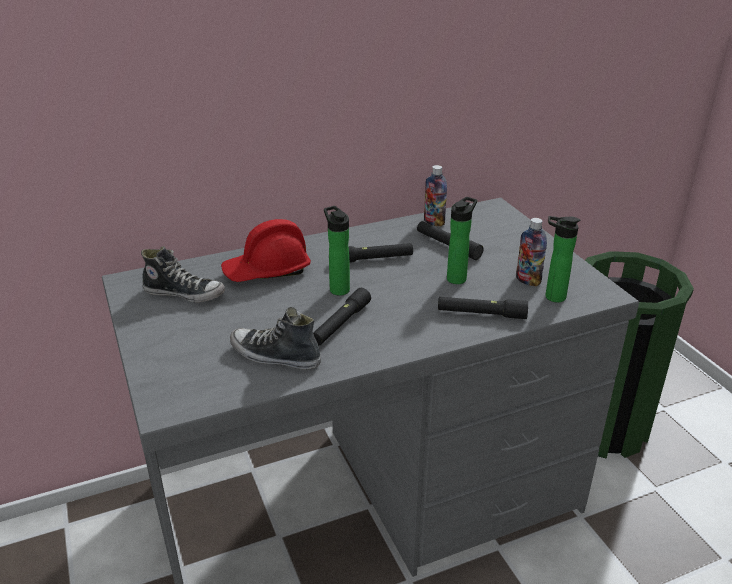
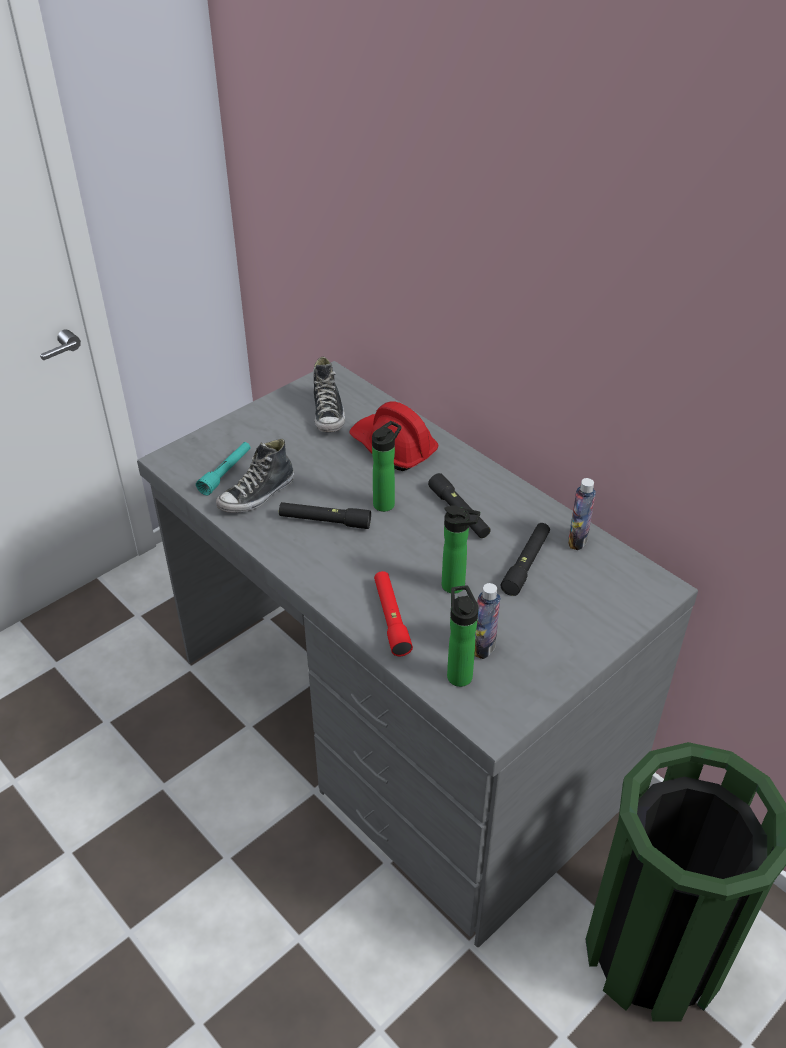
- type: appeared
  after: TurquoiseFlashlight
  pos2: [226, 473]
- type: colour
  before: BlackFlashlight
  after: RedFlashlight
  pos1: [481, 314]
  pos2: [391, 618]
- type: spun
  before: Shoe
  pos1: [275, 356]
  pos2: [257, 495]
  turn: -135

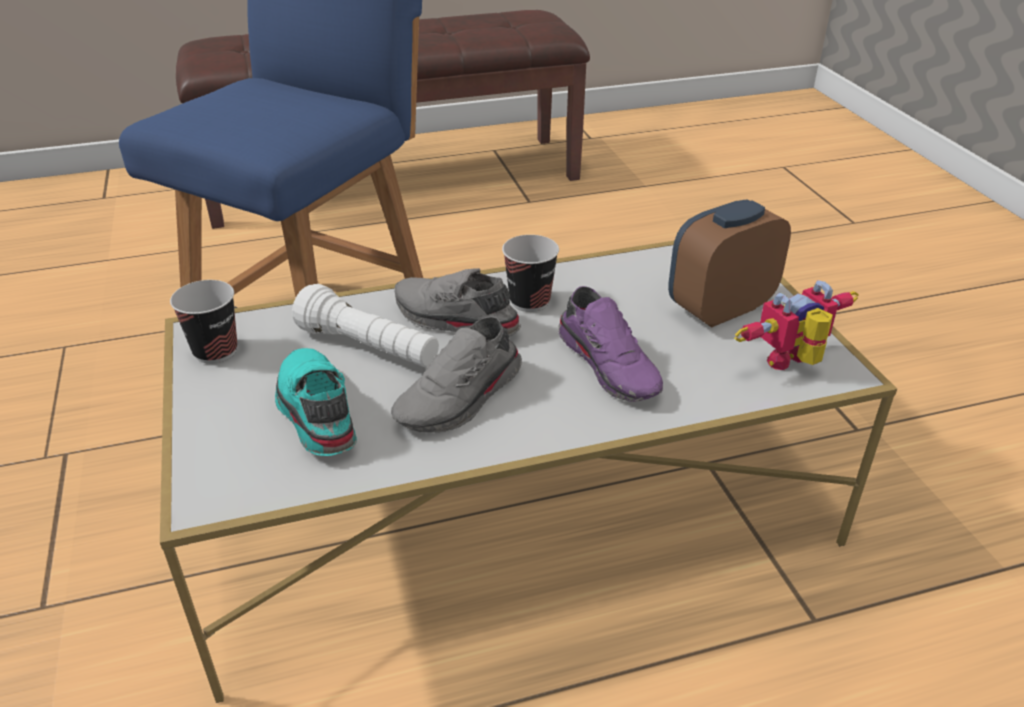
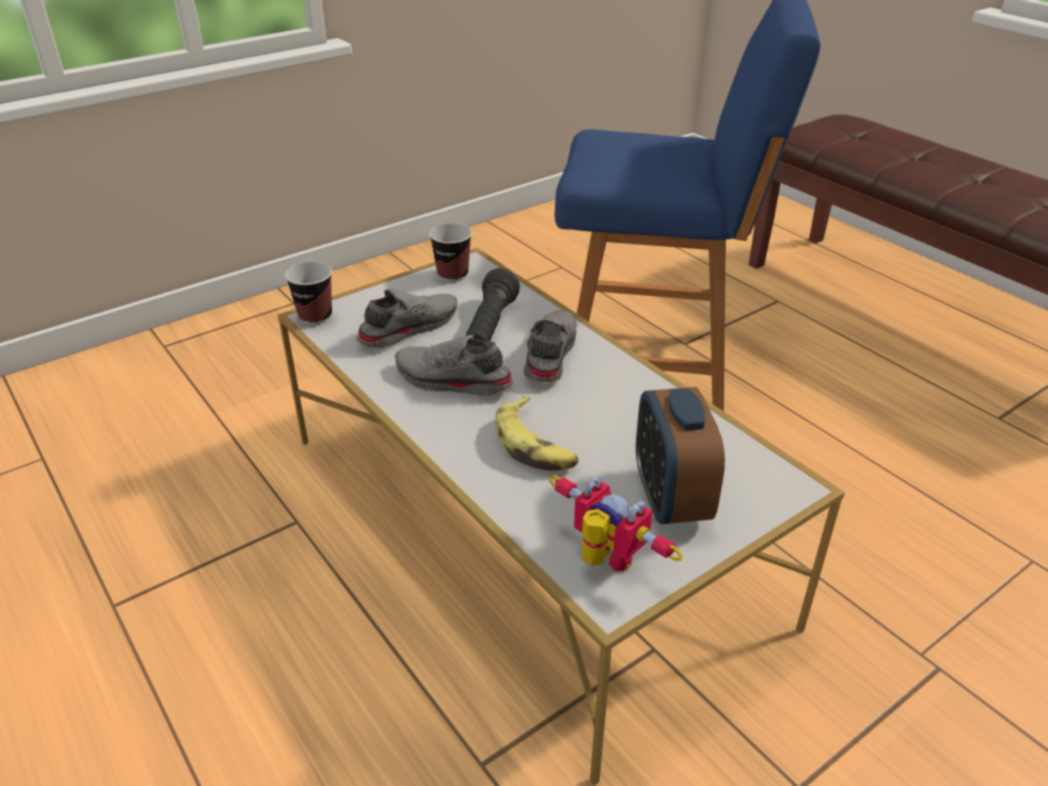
- type: relocated
  before: Cup
  pos1: [529, 301]
  pos2: [315, 316]
- type: exchanged
  before: PurpleShoe
  after: Banana
  pos1: [611, 365]
  pos2: [535, 445]
- type: colour
  before: TurquoiseShoe
  after: GreyShoe
  pos1: [314, 413]
  pos2: [407, 328]
- type: colour
  before: WhiteFlashlight
  after: BlackFlashlight
  pos1: [369, 348]
  pos2: [490, 328]
- type: spun
  before: AlarmClock
  pos1: [720, 308]
  pos2: [670, 499]
  turn: -135

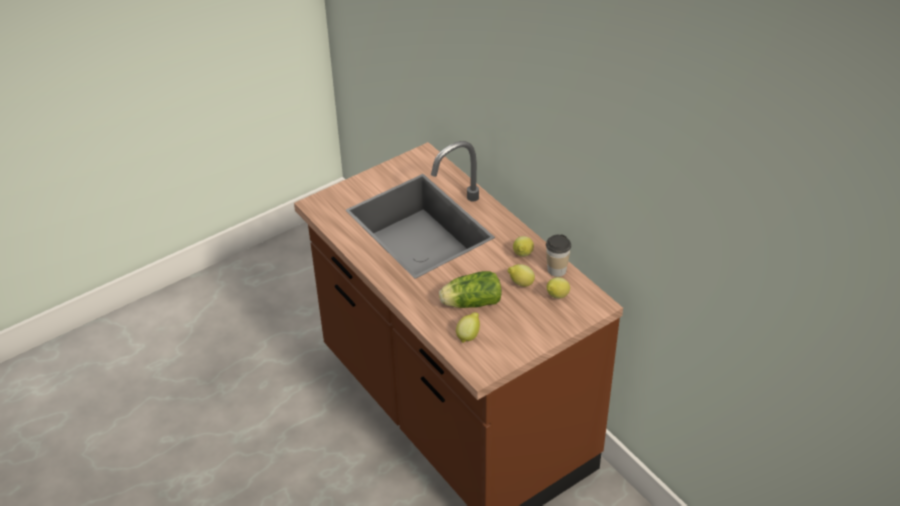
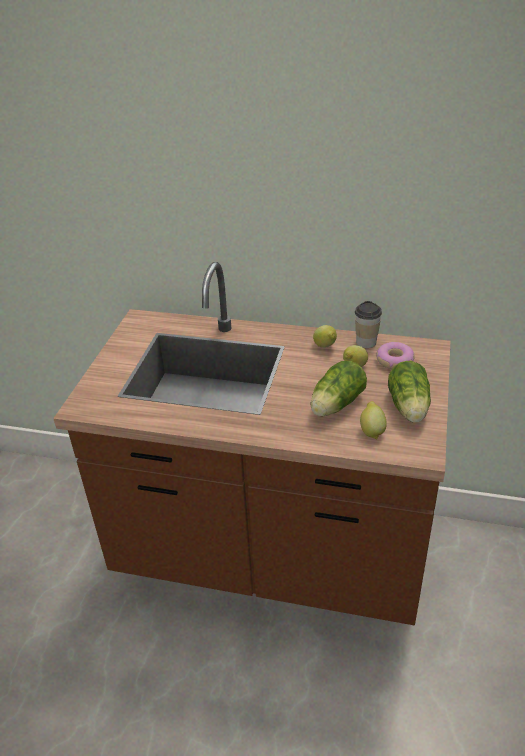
- type: appeared
  after: Lettuce
  pos2: [409, 408]
- type: exchanged
  before: Lemon
  after: Donut
  pos1: [556, 297]
  pos2: [394, 360]

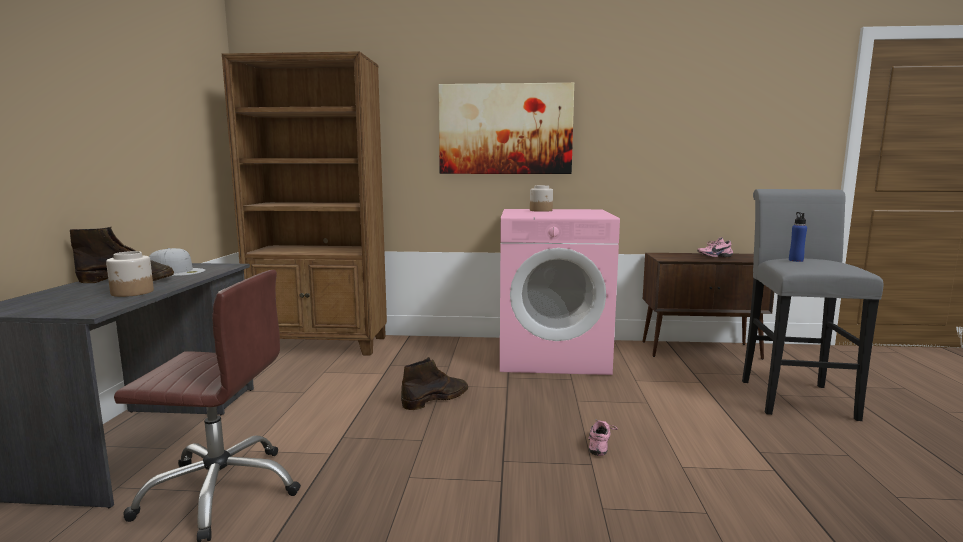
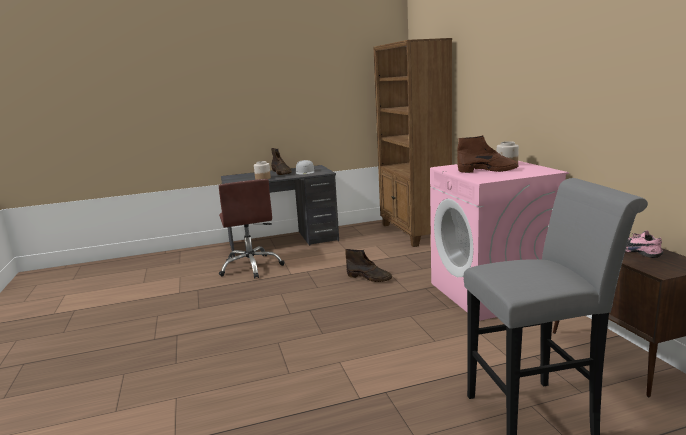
- type: missing
  before: Picture
  pos1: [505, 129]
- type: missing
  before: PinkShoe
  pos1: [601, 444]
- type: missing
  before: BlueBottle
  pos1: [795, 260]
- type: appeared
  after: BrownBoot
  pos2: [488, 170]

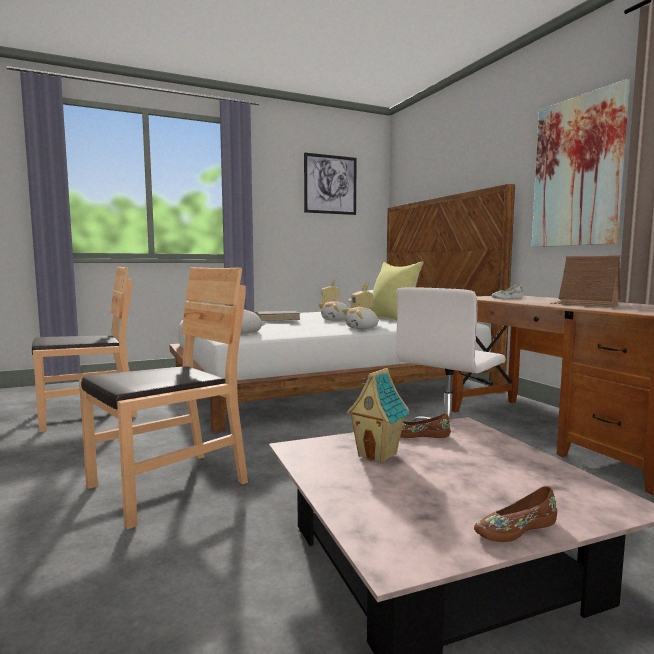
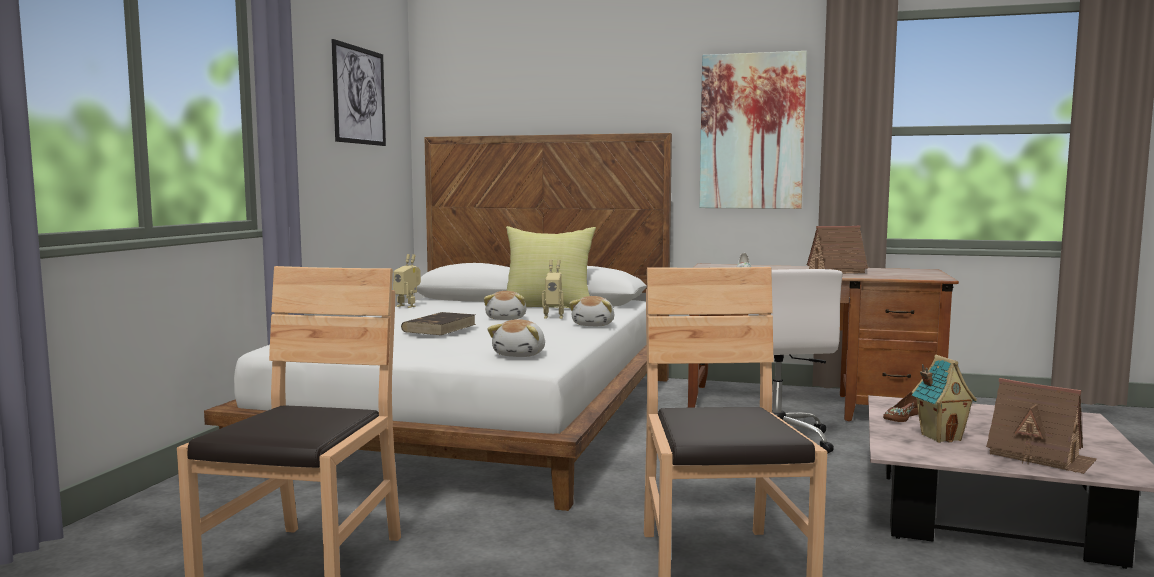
- type: missing
  before: BrownShoe
  pos1: [514, 528]
- type: appeared
  after: ToyHouse
  pos2: [1040, 456]

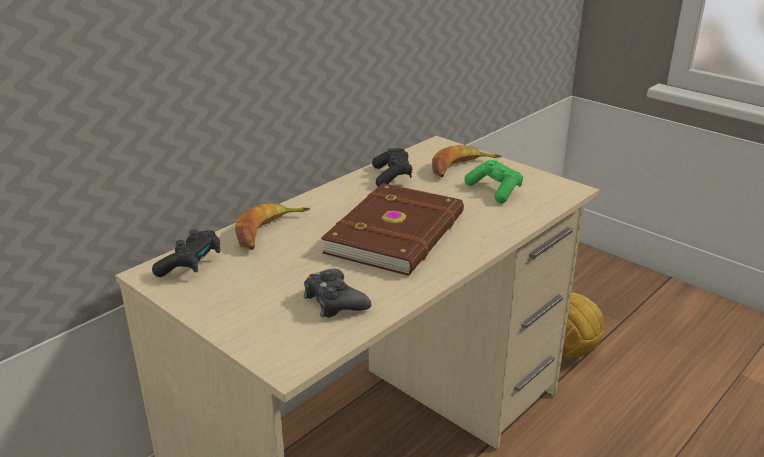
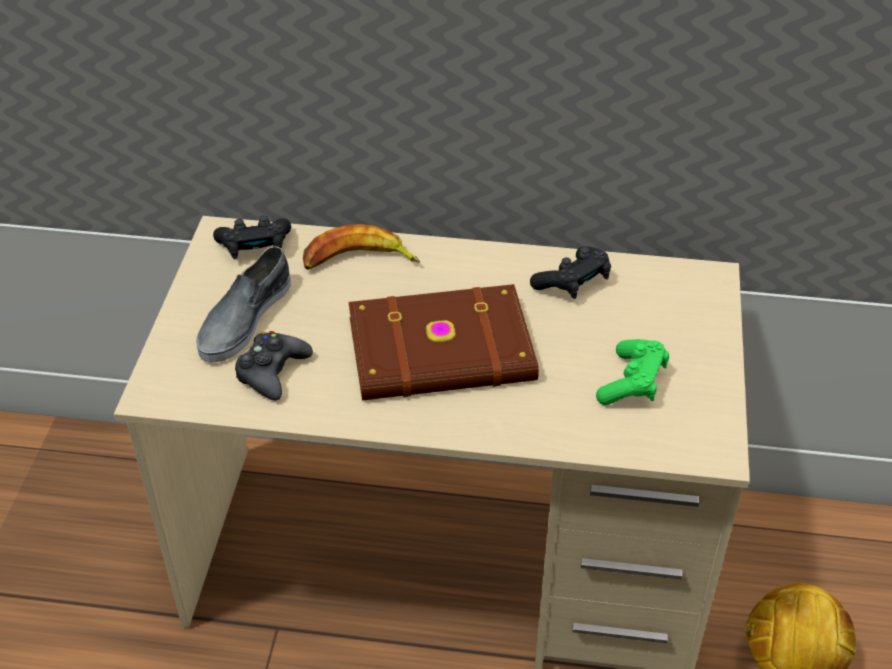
- type: missing
  before: Banana
  pos1: [461, 168]
- type: appeared
  after: GreyShoe
  pos2: [244, 318]

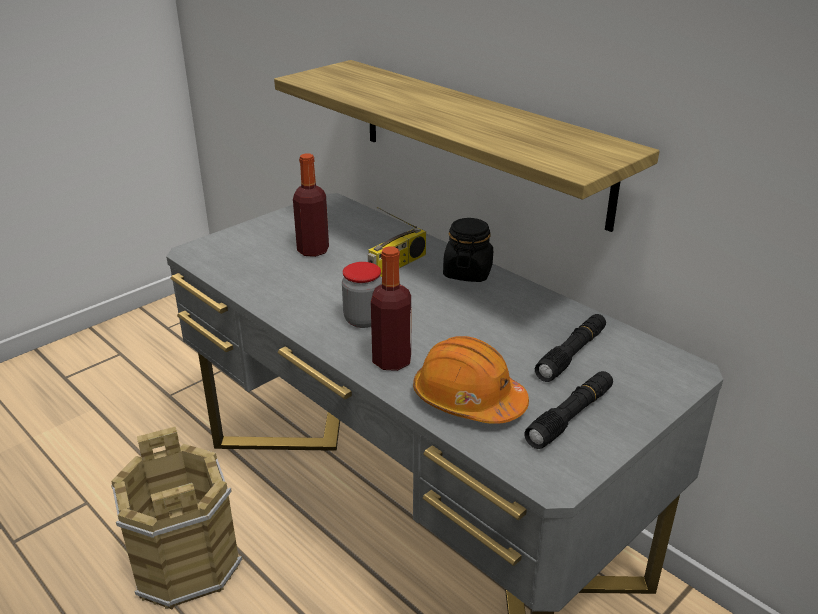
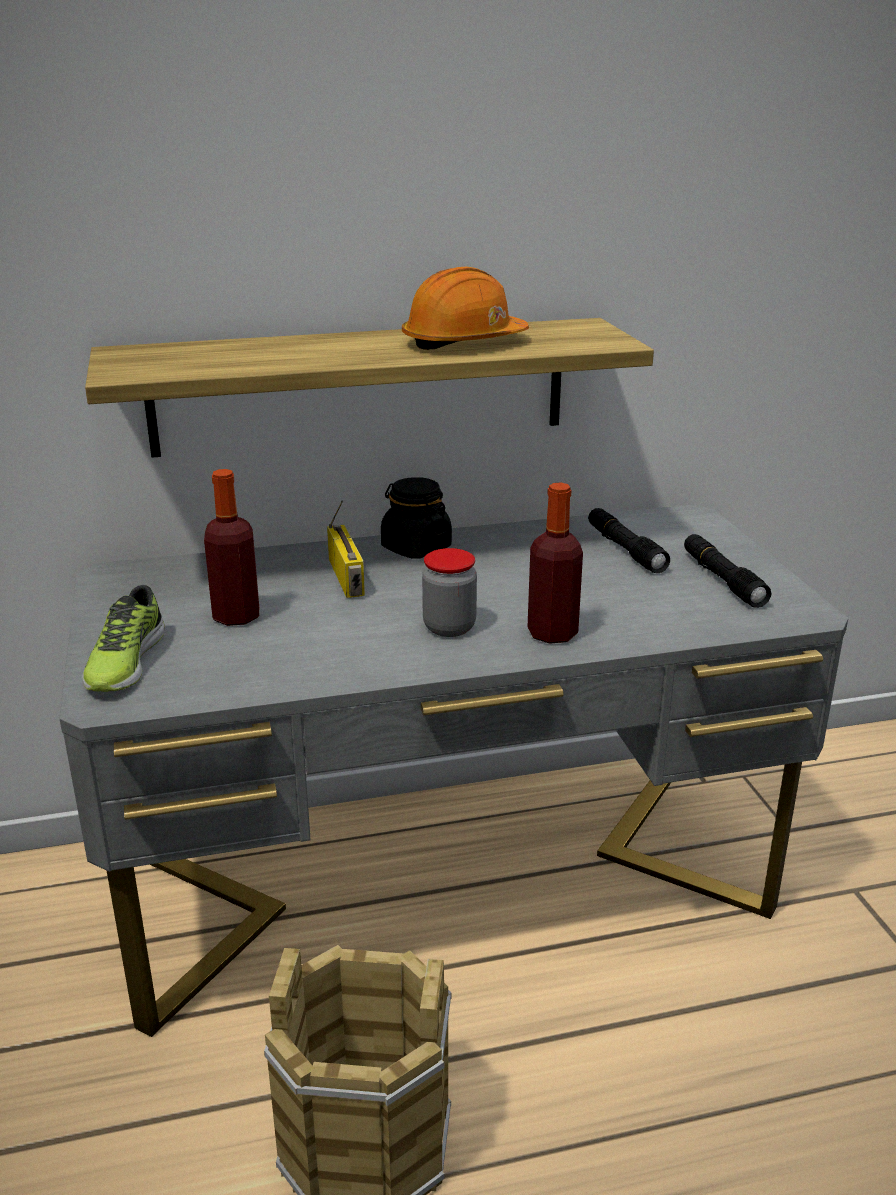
- type: appeared
  after: Shoe
  pos2: [124, 662]
- type: relocated
  before: OrangeHardHat
  pos1: [468, 400]
  pos2: [463, 342]

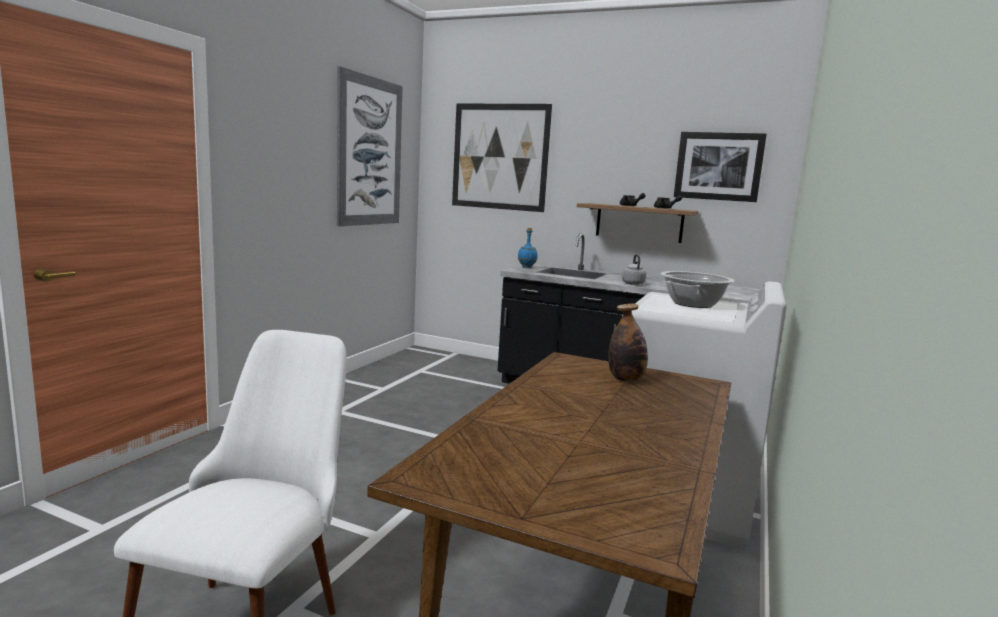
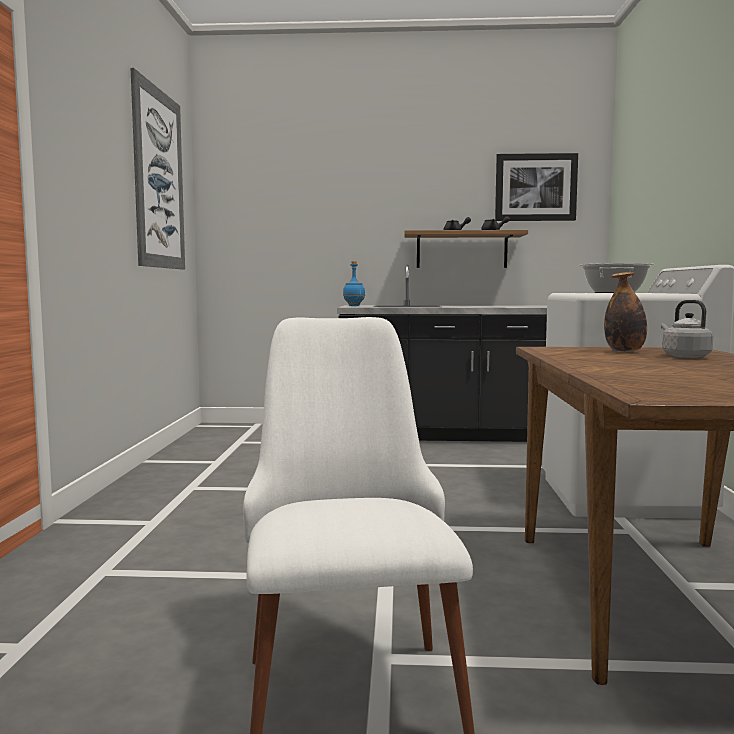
- type: missing
  before: Picture
  pos1: [500, 157]
- type: relocated
  before: GreyKettle
  pos1: [632, 283]
  pos2: [684, 356]

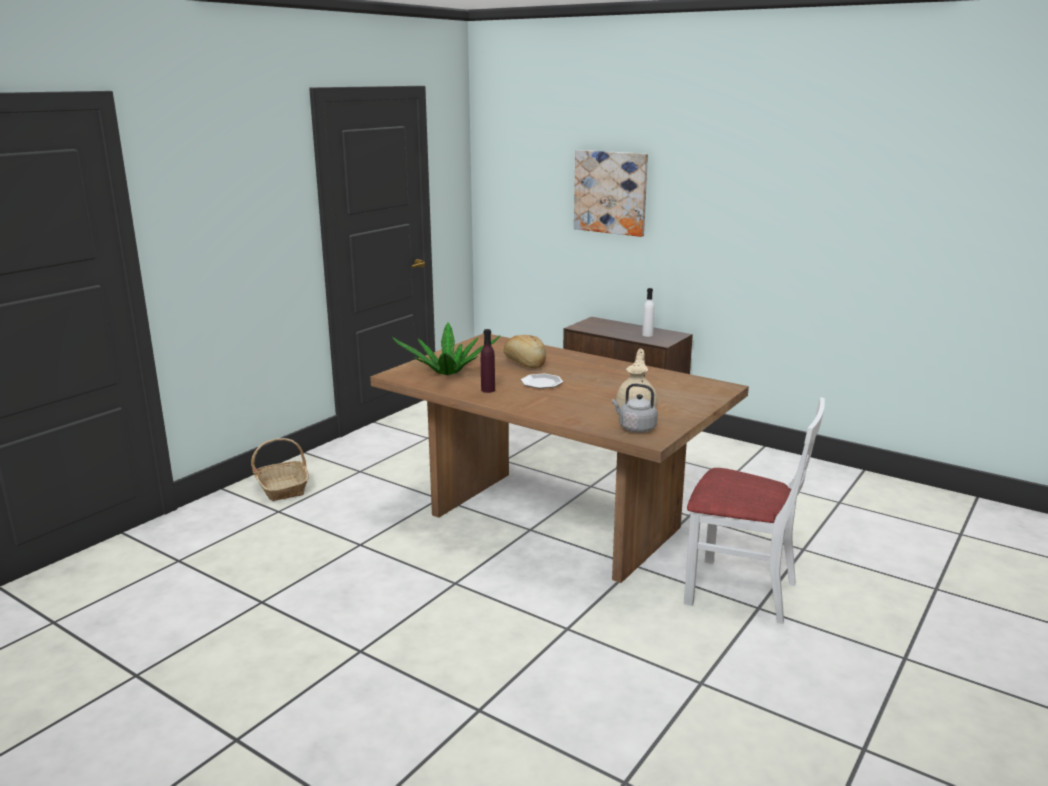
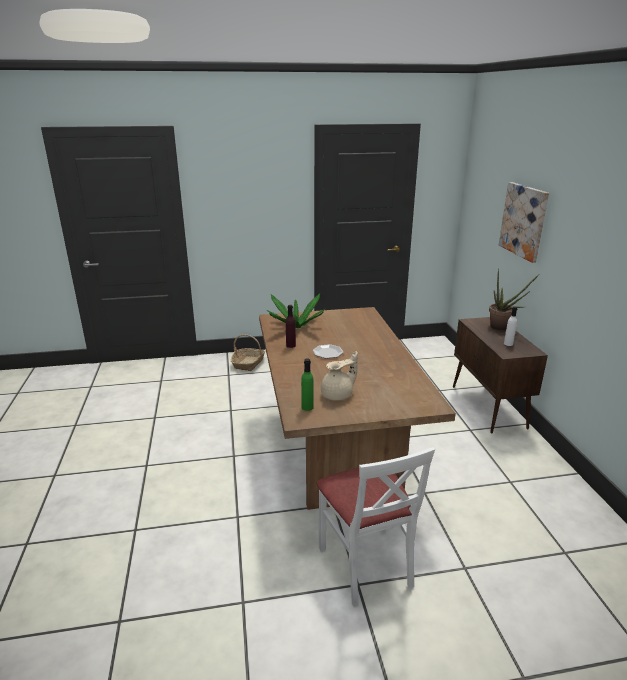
- type: missing
  before: Bread
  pos1: [524, 363]
- type: appeared
  after: PottedPlant
  pos2: [502, 328]
- type: exchanged
  before: GreyKettle
  after: GreenBottle
  pos1: [635, 428]
  pos2: [307, 407]

